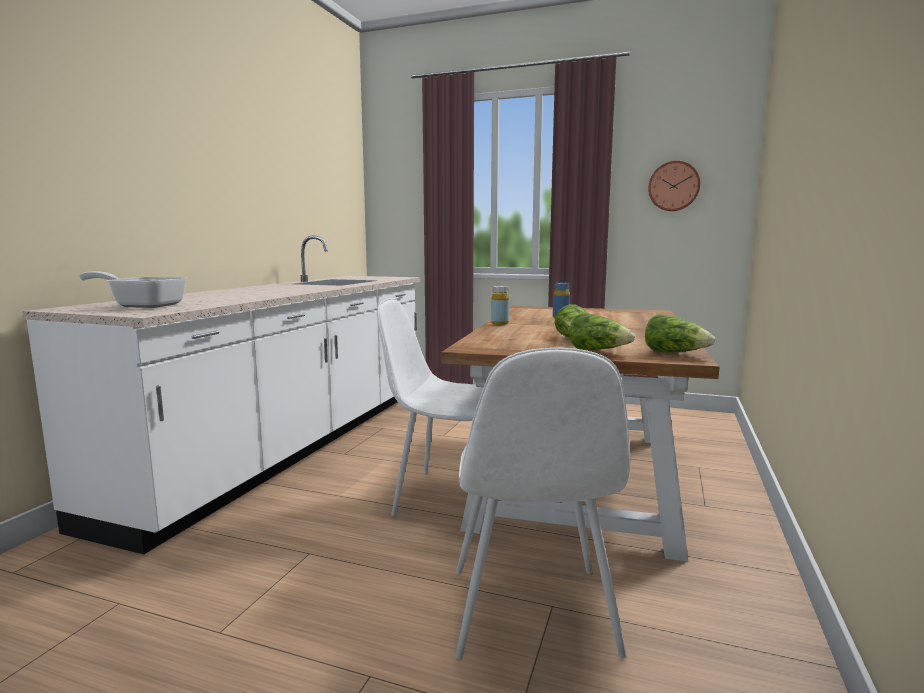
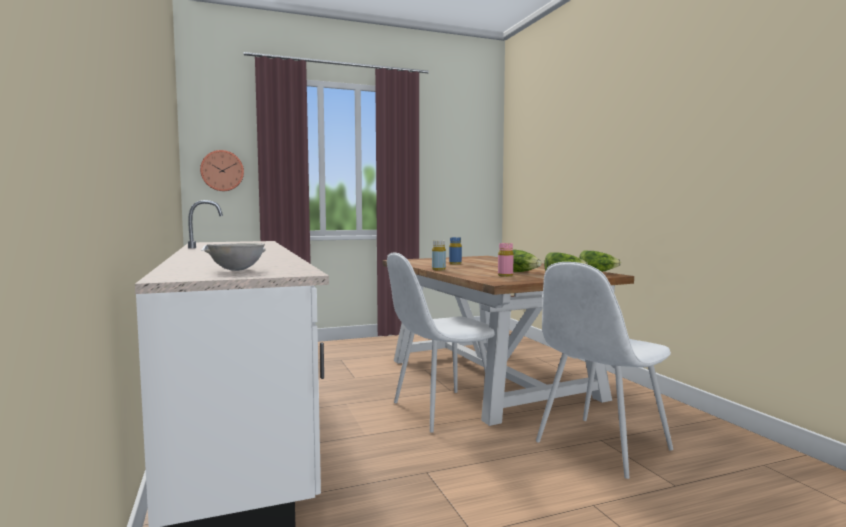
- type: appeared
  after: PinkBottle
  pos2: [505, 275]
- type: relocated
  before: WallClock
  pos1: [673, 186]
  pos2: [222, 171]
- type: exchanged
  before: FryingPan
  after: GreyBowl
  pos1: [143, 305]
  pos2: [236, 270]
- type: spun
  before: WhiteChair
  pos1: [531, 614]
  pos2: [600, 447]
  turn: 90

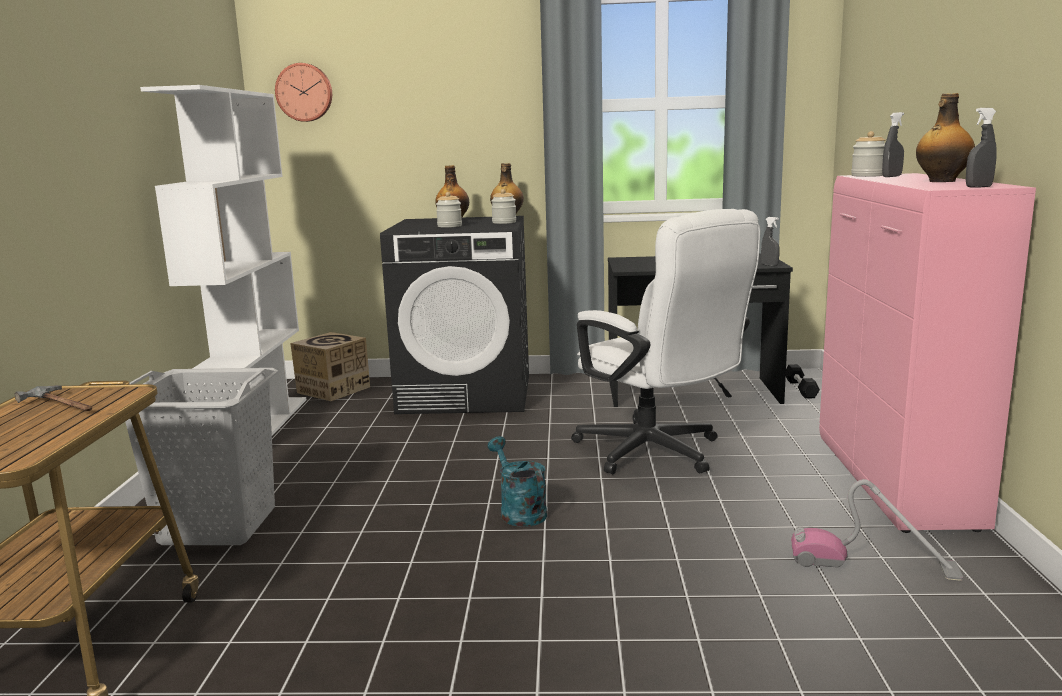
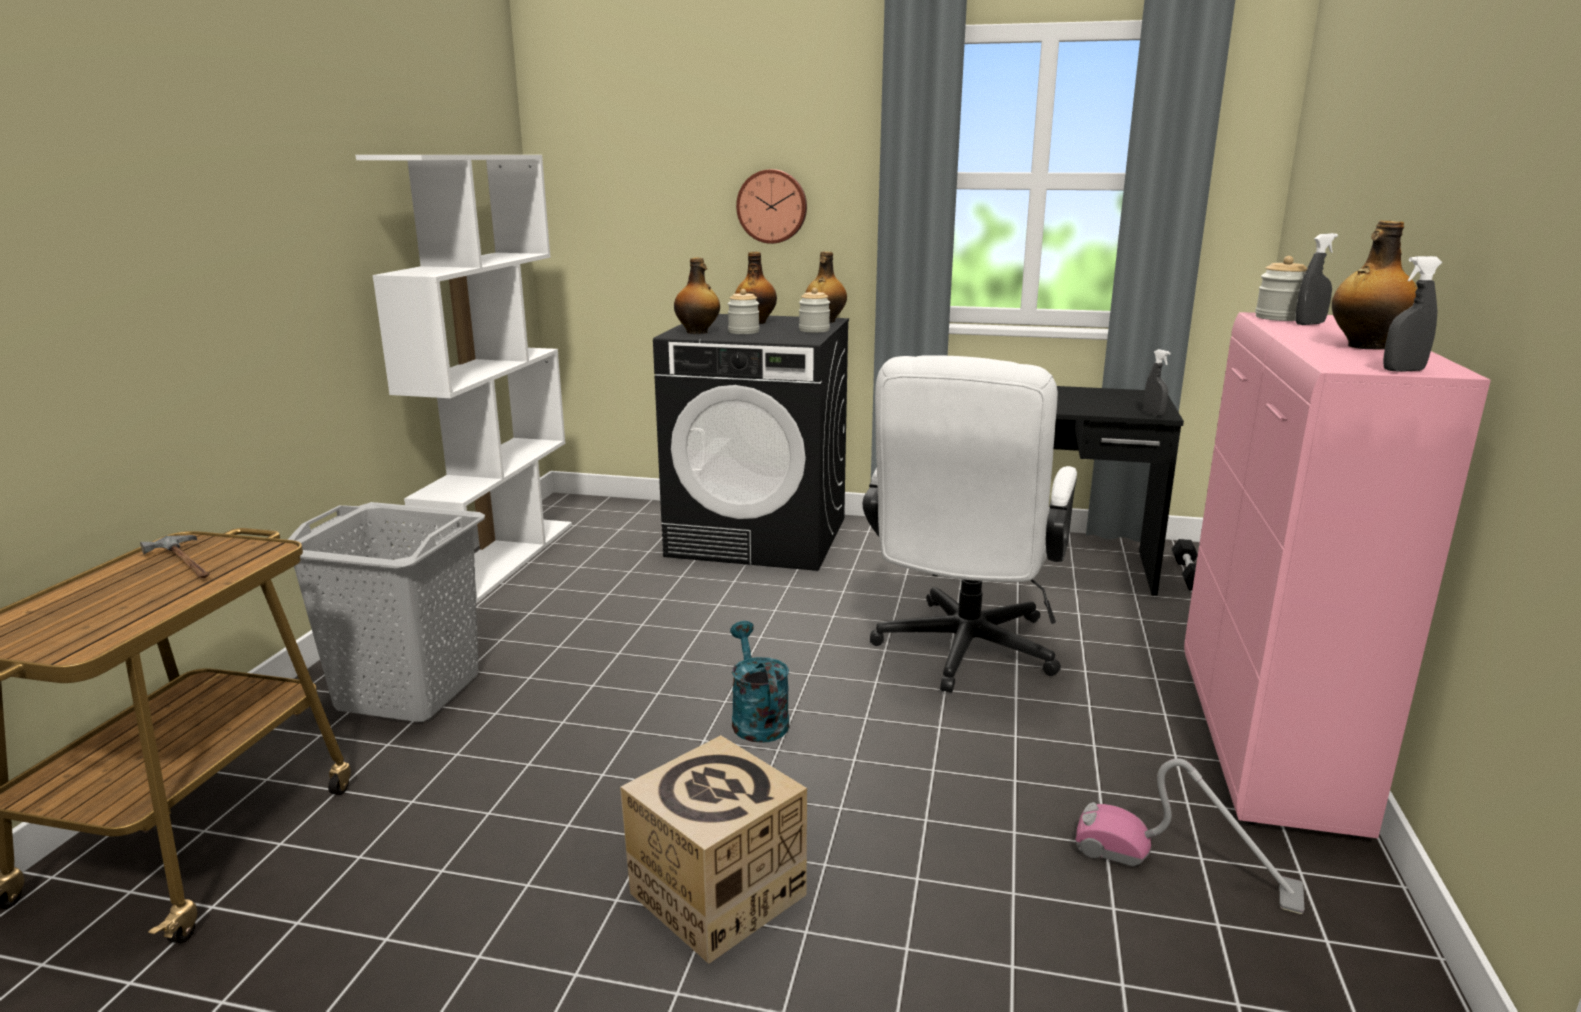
- type: appeared
  after: Bottle
  pos2: [697, 332]
- type: relocated
  before: WallClock
  pos1: [304, 92]
  pos2: [772, 206]
- type: relocated
  before: CardboardBox
  pos1: [333, 390]
  pos2: [716, 894]
- type: spun
  before: WhiteOfficeChair
  pos1: [658, 454]
  pos2: [962, 654]
  turn: 45

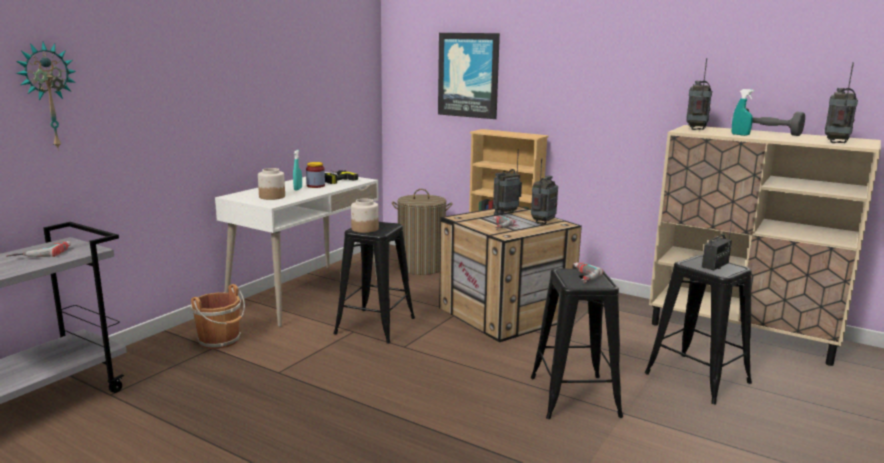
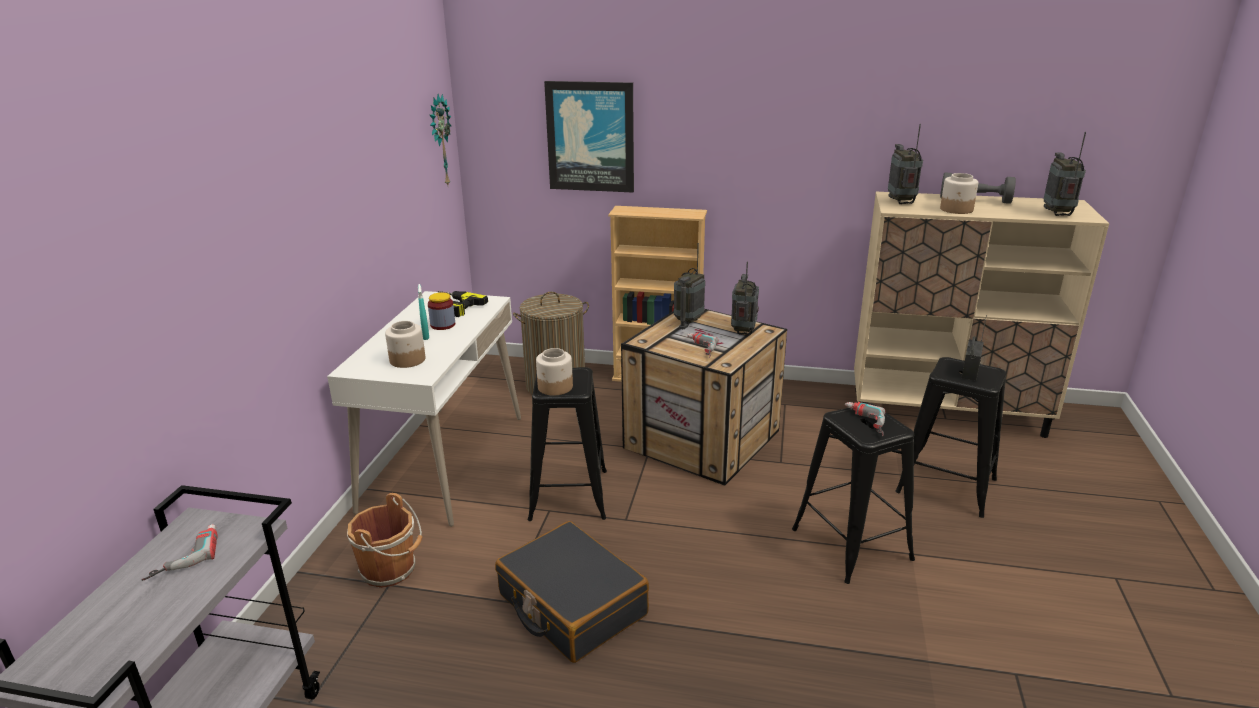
- type: appeared
  after: BlackSuitcase
  pos2: [571, 605]
- type: relocated
  before: WallClock
  pos1: [48, 96]
  pos2: [439, 141]
- type: exchanged
  before: TurquoiseSprayBottle
  after: Jar
  pos1: [740, 135]
  pos2: [956, 209]

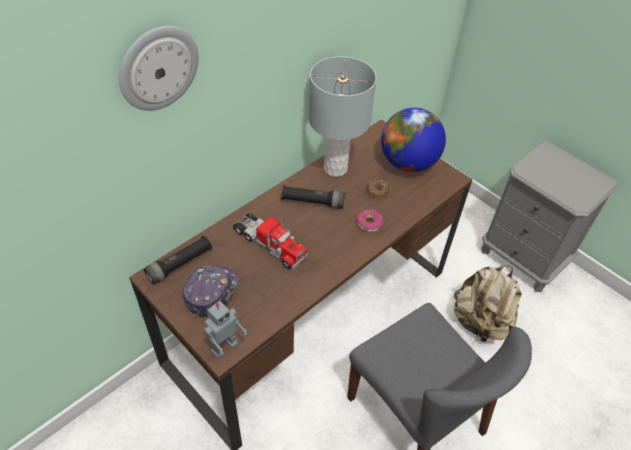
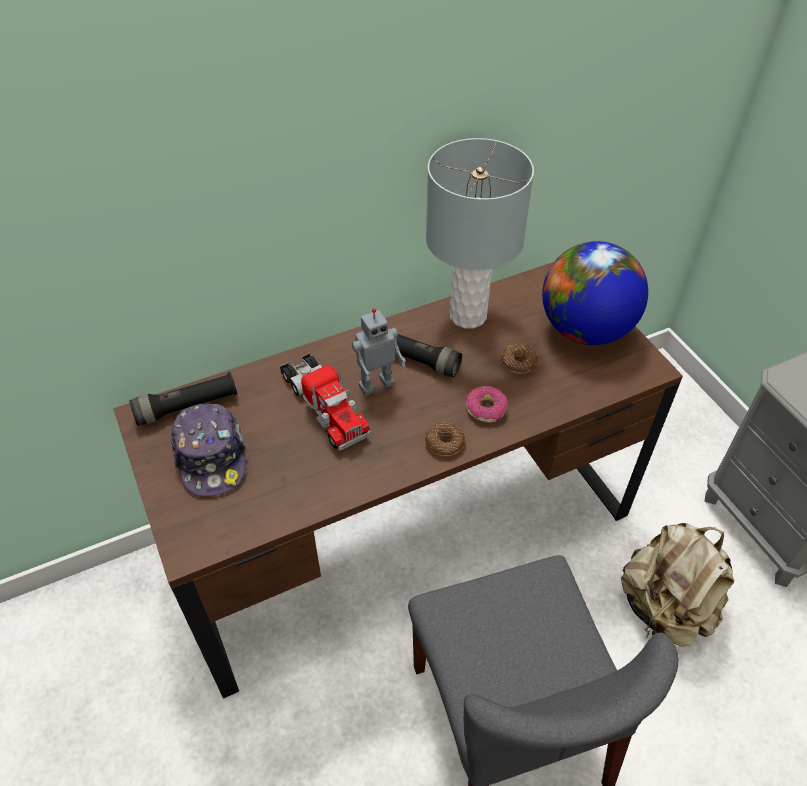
- type: missing
  before: WallClock
  pos1: [158, 68]
- type: appeared
  after: Donut
  pos2: [444, 443]
- type: relocated
  before: ToyRobot
  pos1: [223, 347]
  pos2: [375, 383]
- type: spun
  before: Cap
  pos1: [211, 292]
  pos2: [211, 457]
  turn: 120

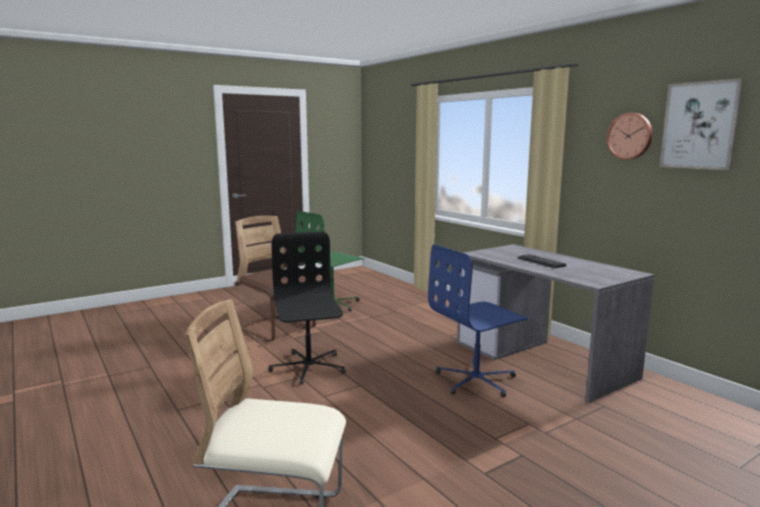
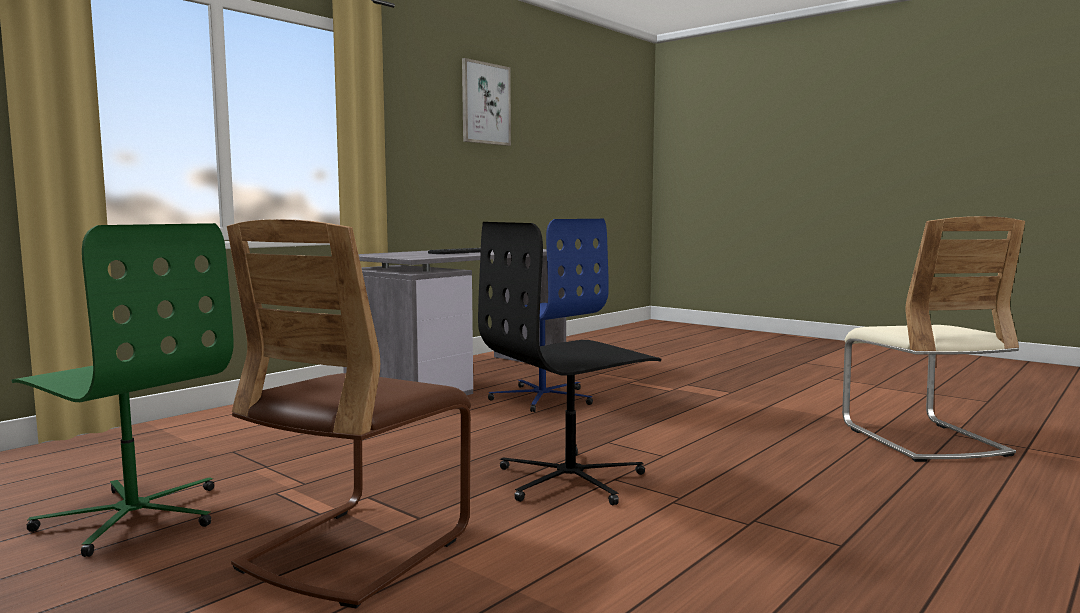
- type: missing
  before: WallClock
  pos1: [630, 136]

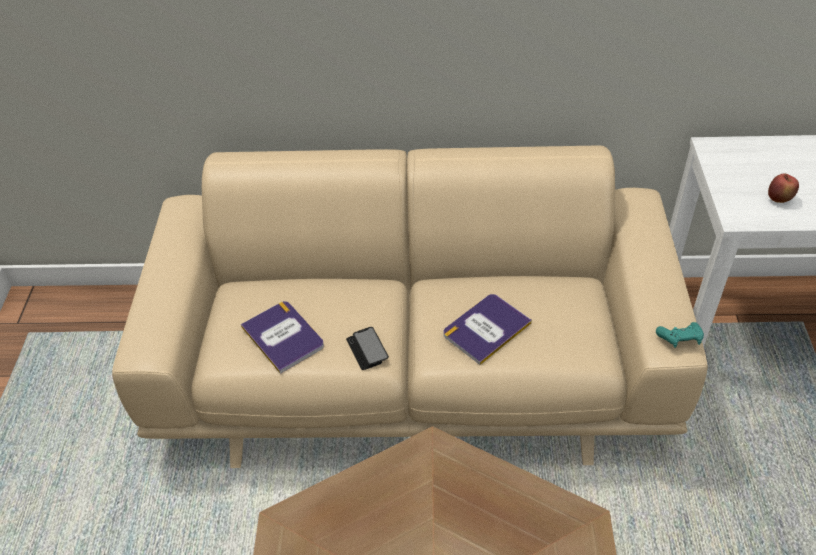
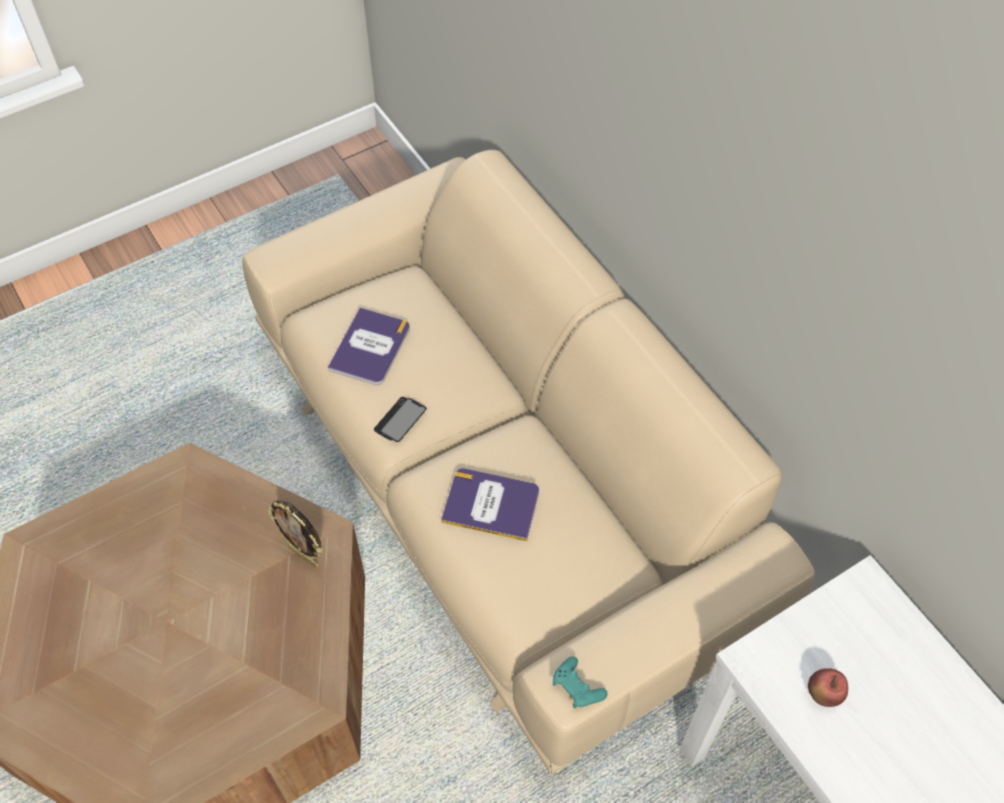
- type: appeared
  after: PictureFrame
  pos2: [304, 555]

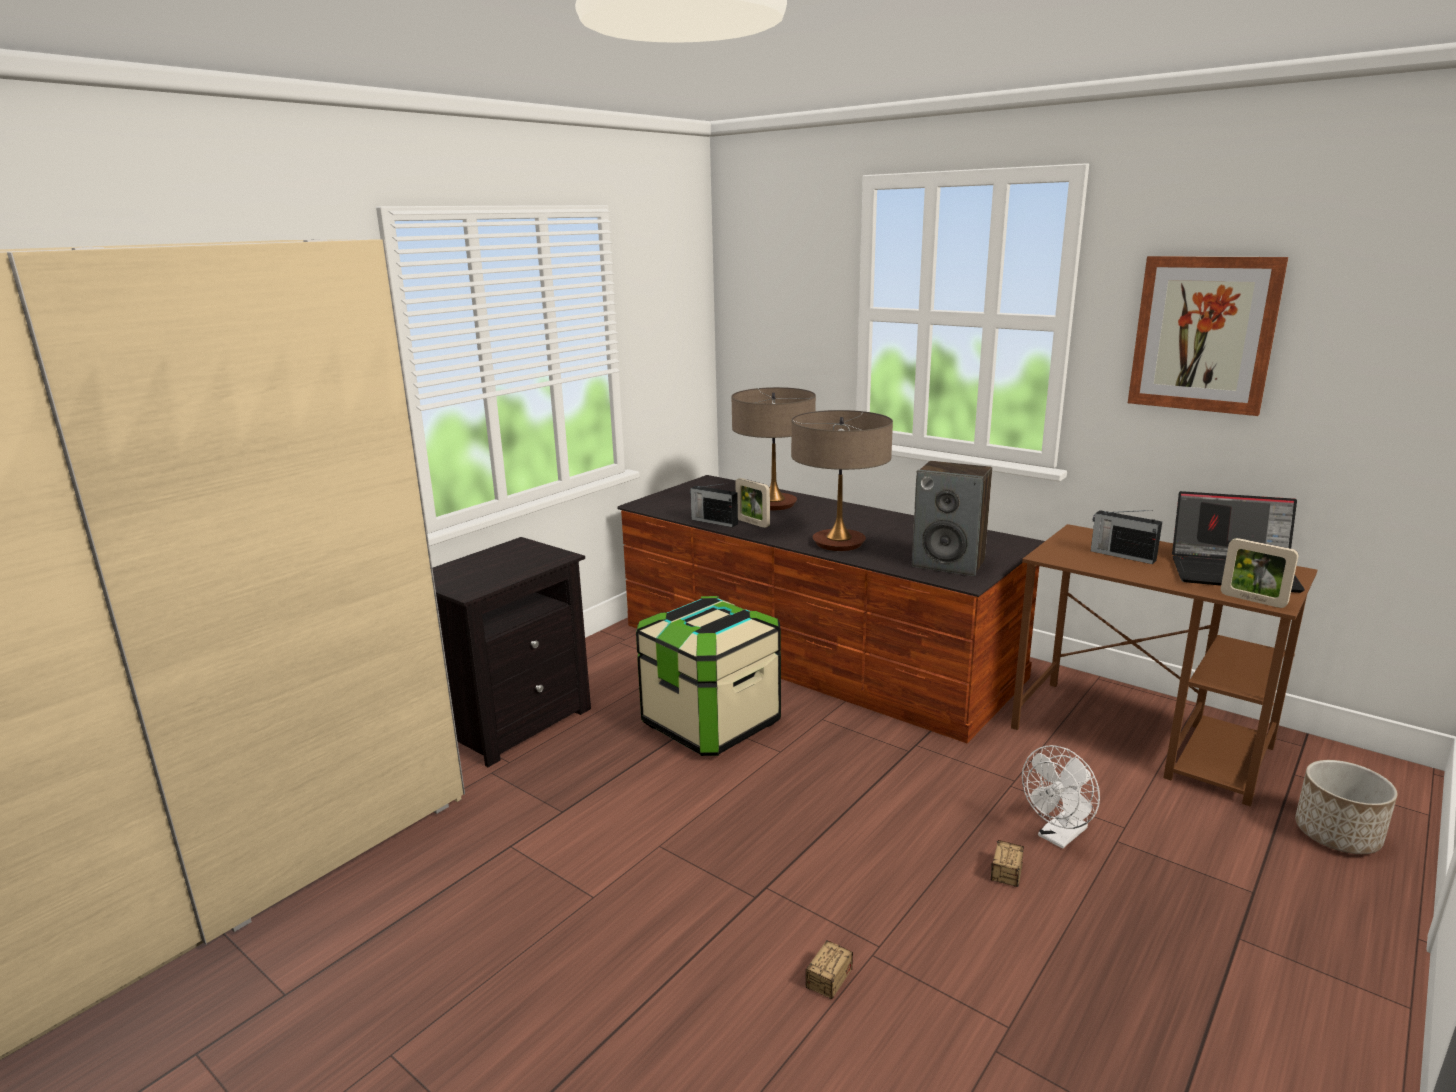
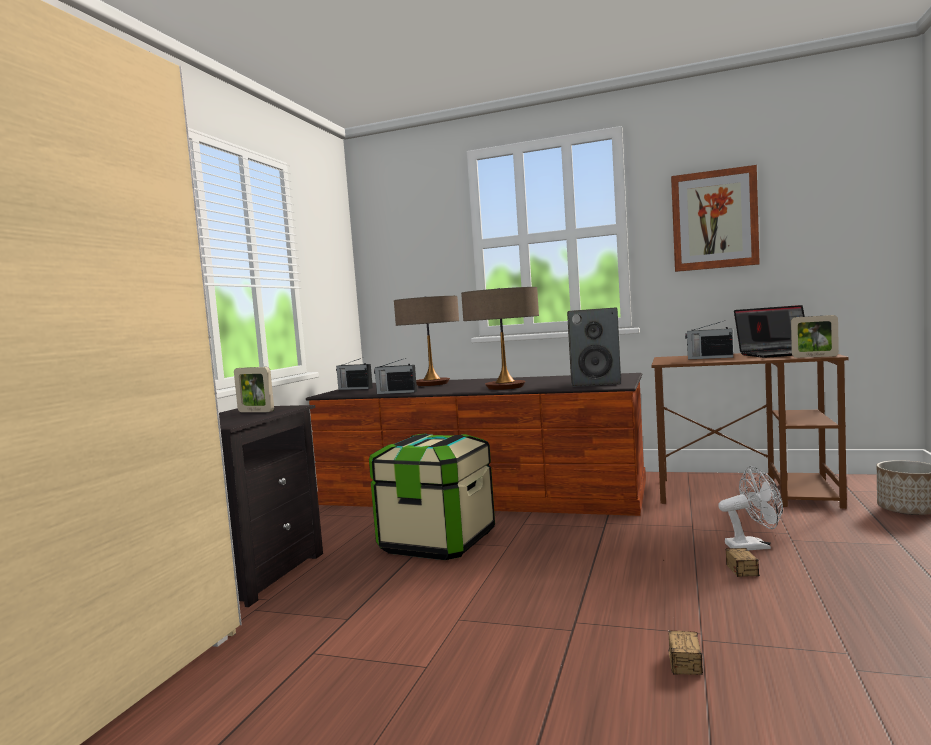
- type: appeared
  after: Radio
  pos2: [354, 389]
- type: relocated
  before: PictureFrame
  pos1: [752, 523]
  pos2: [256, 411]
- type: spun
  before: WhiteFan
  pos1: [1058, 837]
  pos2: [753, 546]
  turn: -120

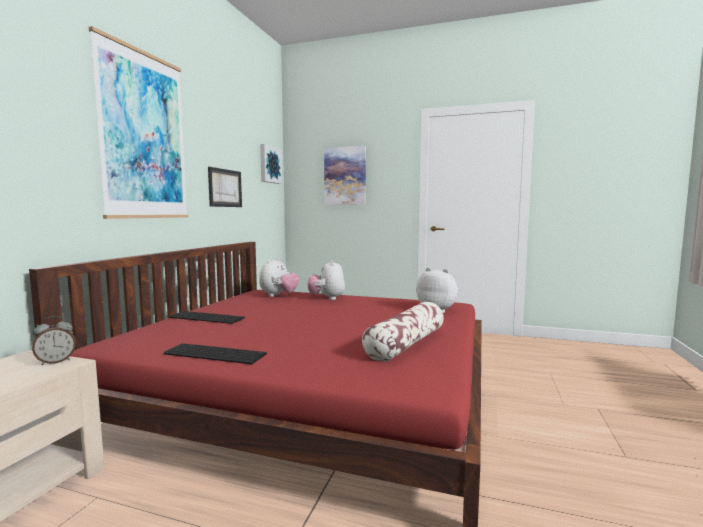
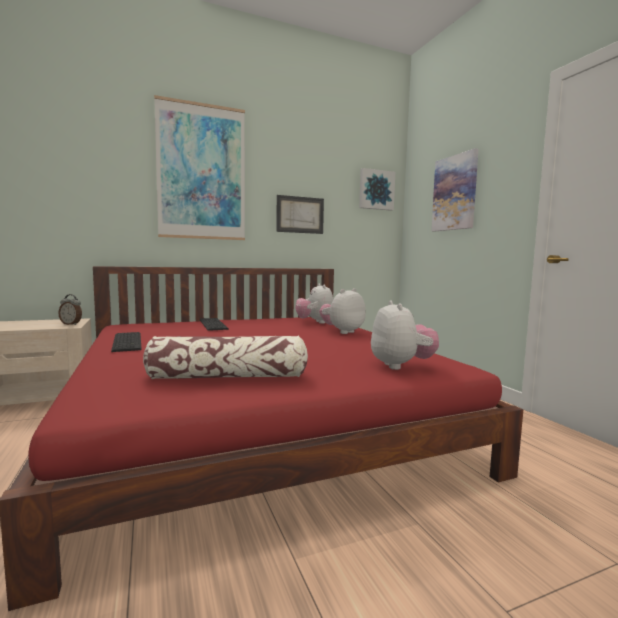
- type: spun
  before: PlushToy
  pos1: [278, 295]
  pos2: [315, 322]
  turn: 90

